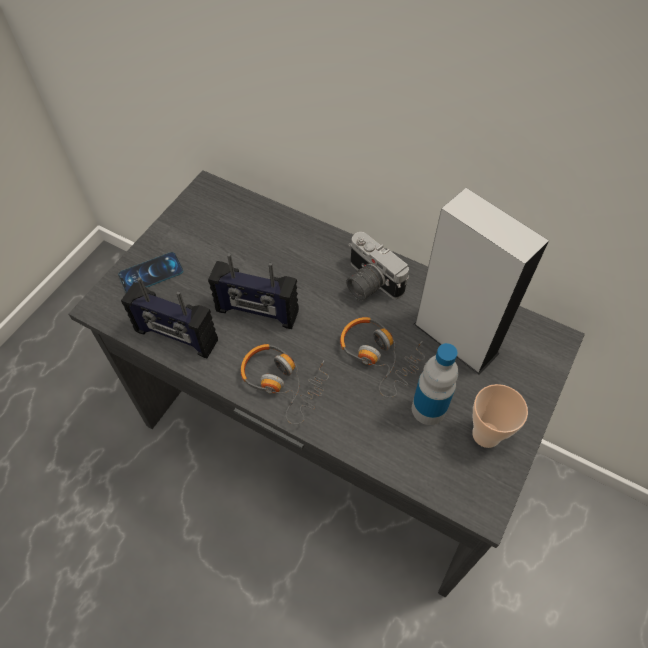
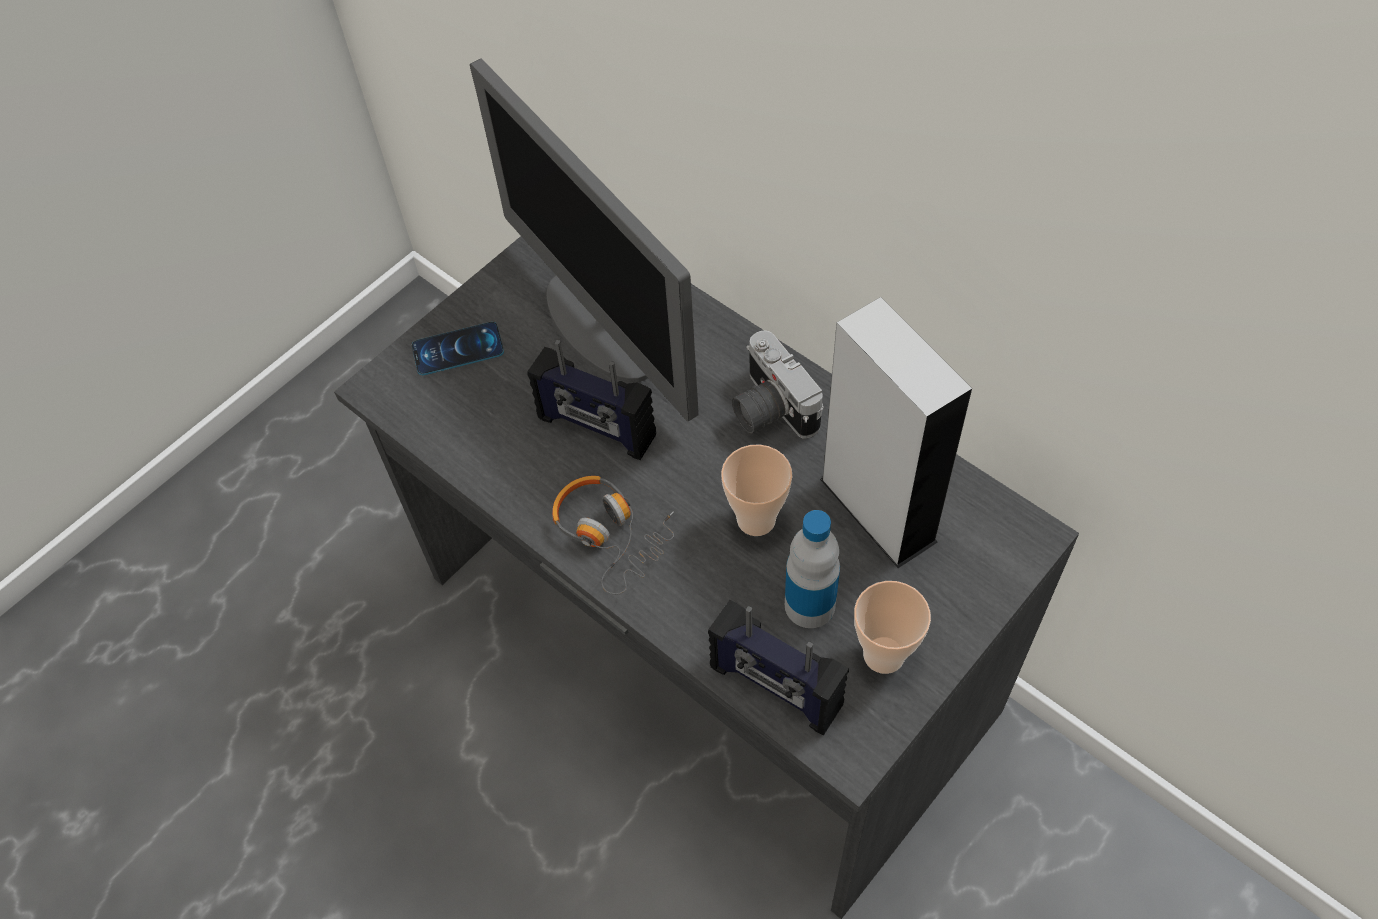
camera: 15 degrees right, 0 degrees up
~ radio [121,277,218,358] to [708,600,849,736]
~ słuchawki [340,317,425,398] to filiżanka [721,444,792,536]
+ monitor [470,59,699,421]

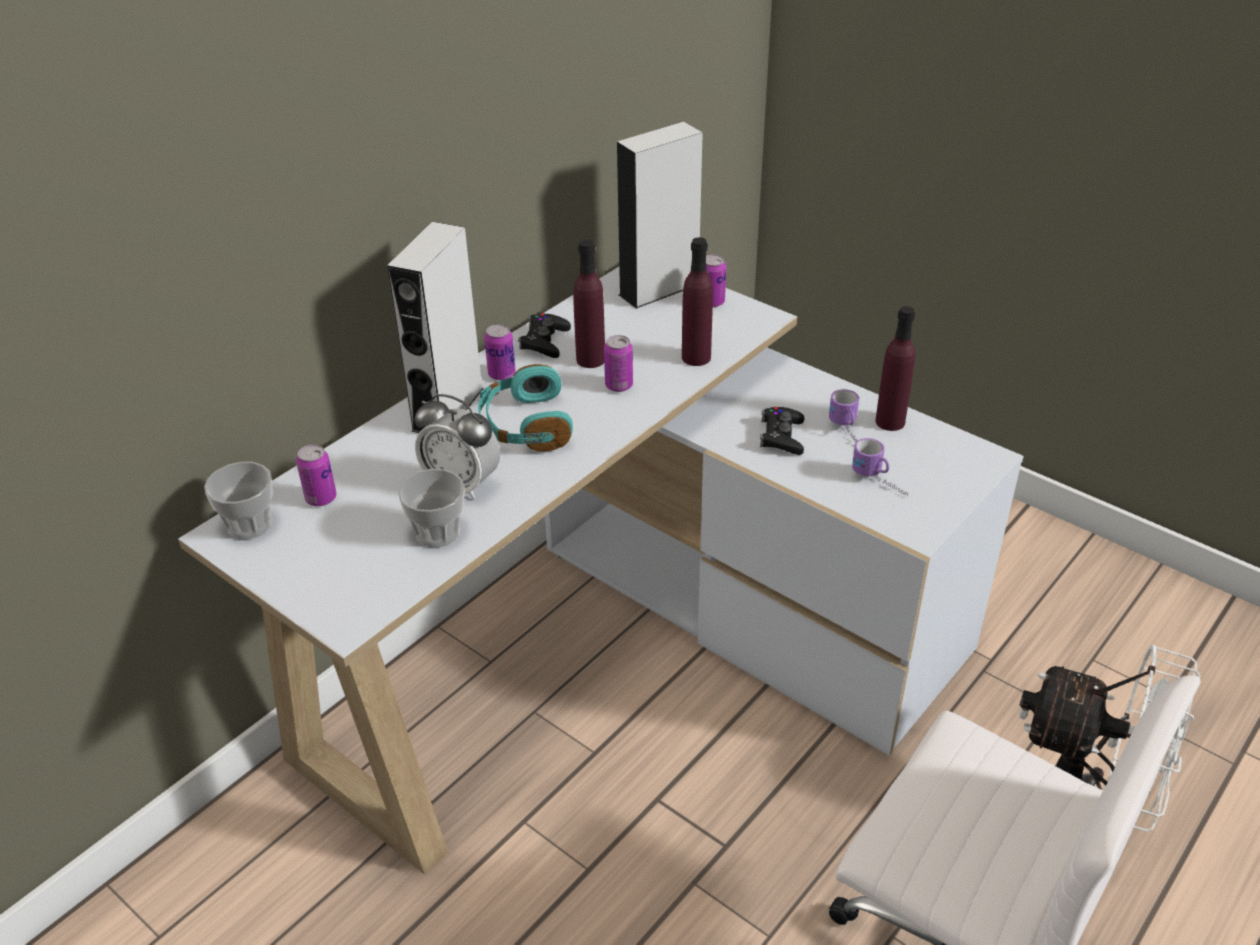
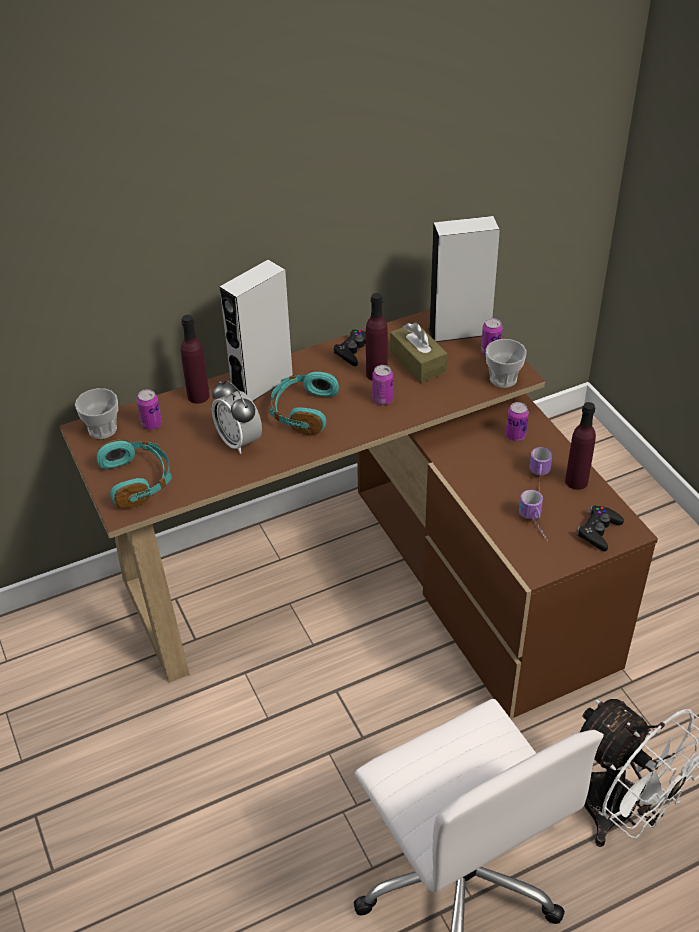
camera: 25 degrees right, 5 degrees up
~ butelka/fioletowy [682,237,713,366] to [181,315,210,404]
~ biurko/biały [178,267,1024,875] to biurko/brązowy [60,309,658,720]
~ puszka [484,324,516,380] to [506,402,529,441]
~ pad do gier/czarny [760,407,804,455] to [577,506,624,551]
~ filiżanka [398,469,465,548] to [486,339,527,388]
+ pudełko chusteczek/brązowy [390,322,448,383]
+ słuchawki/turkusowy [97,439,172,509]

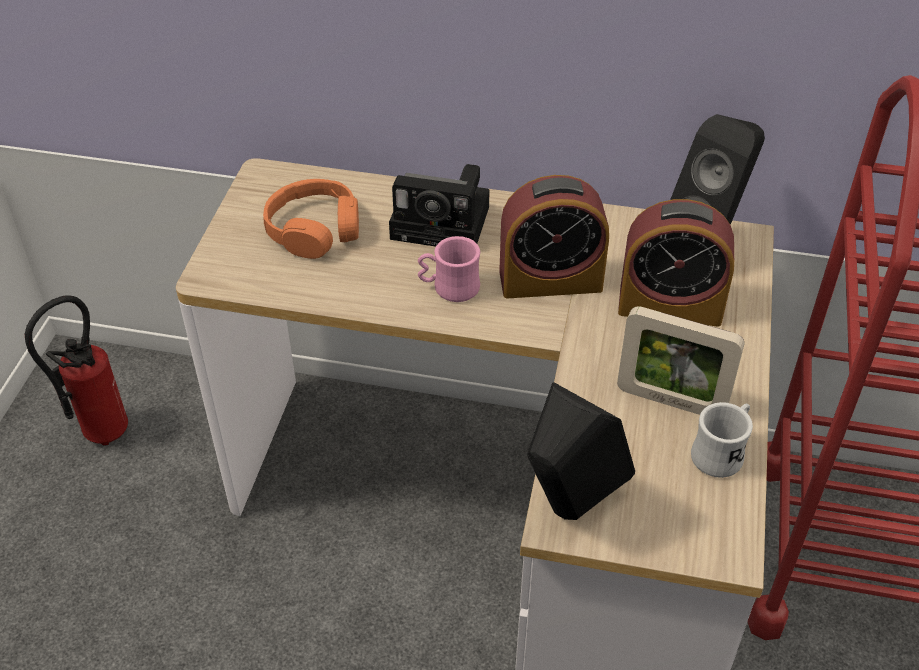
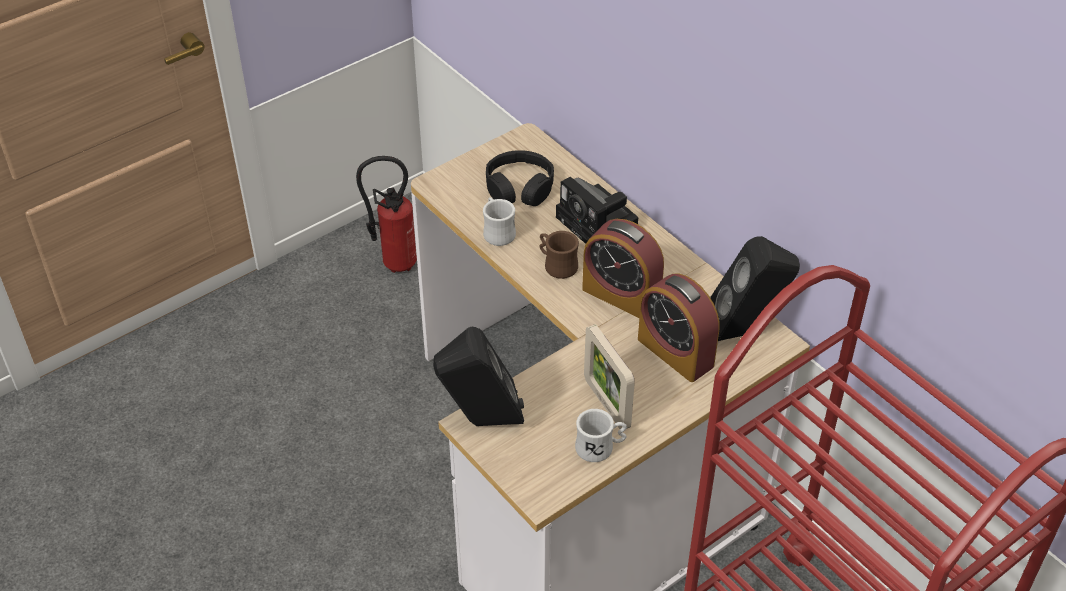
camera: 40 degrees right, 0 degrees up
~ słuchawki/pomarańczowy [263,179,359,259] to słuchawki/czarny [486,150,554,206]
~ kubek/różowy [418,236,480,302] to kubek/brązowy [539,231,579,279]
+ kubek/biały [483,197,516,246]

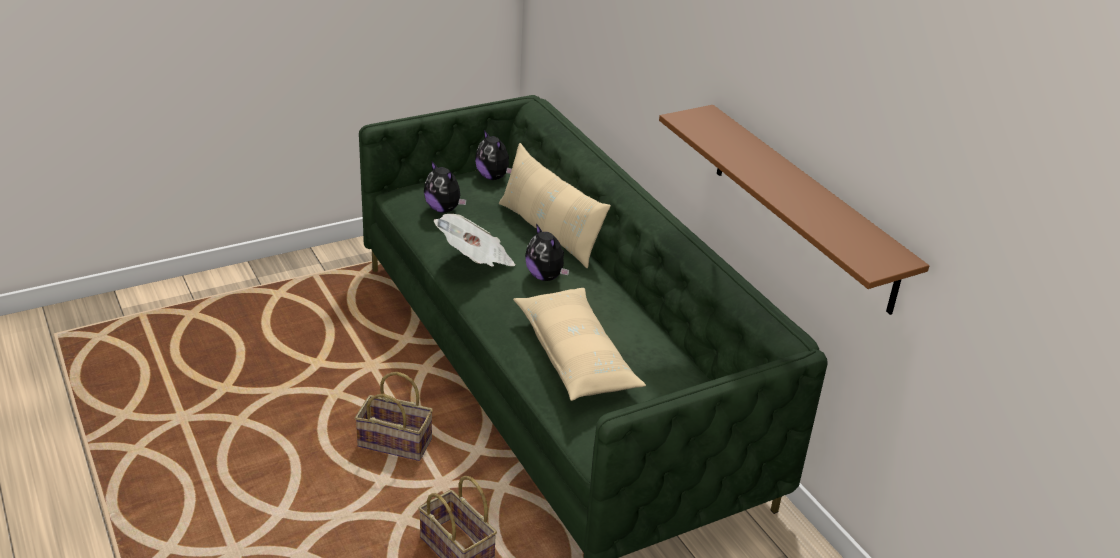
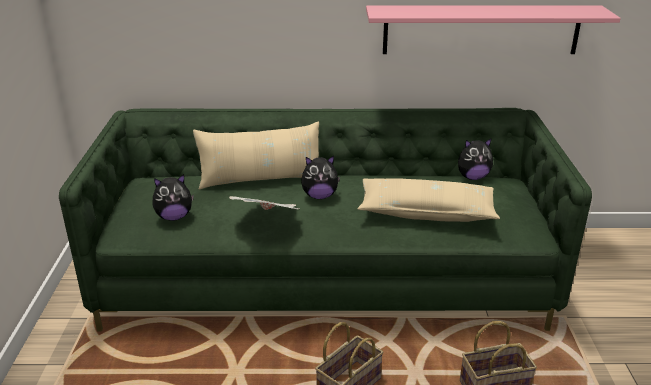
camera: 60 degrees left, 5 degrees down
~ półka/brązowy [659,105,929,315] to półka/różowy [366,5,621,54]
~ pluszak [475,130,512,180] to [458,138,493,180]

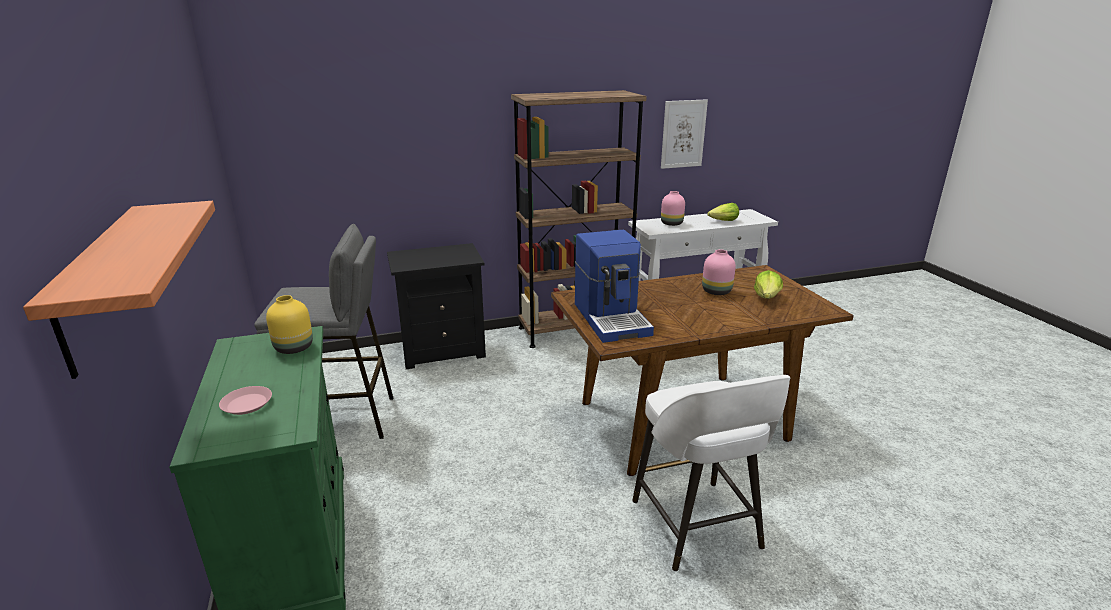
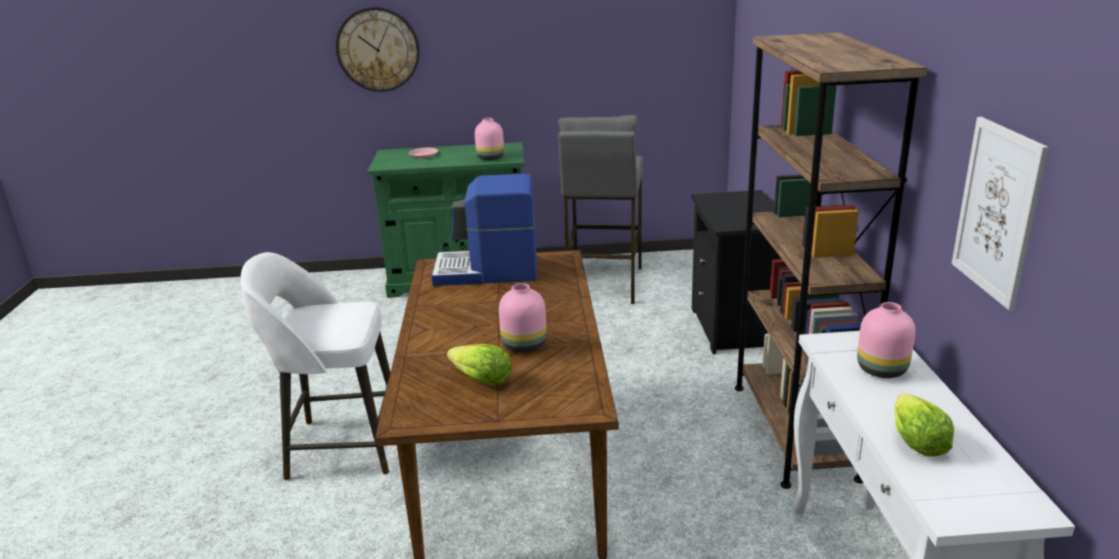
camera: 105 degrees right, 0 degrees up
~ półka [23,201,215,379] to zegar ścienny [336,7,420,92]
~ wazon/żółty [266,295,313,354] to wazon/różowy [475,118,504,160]

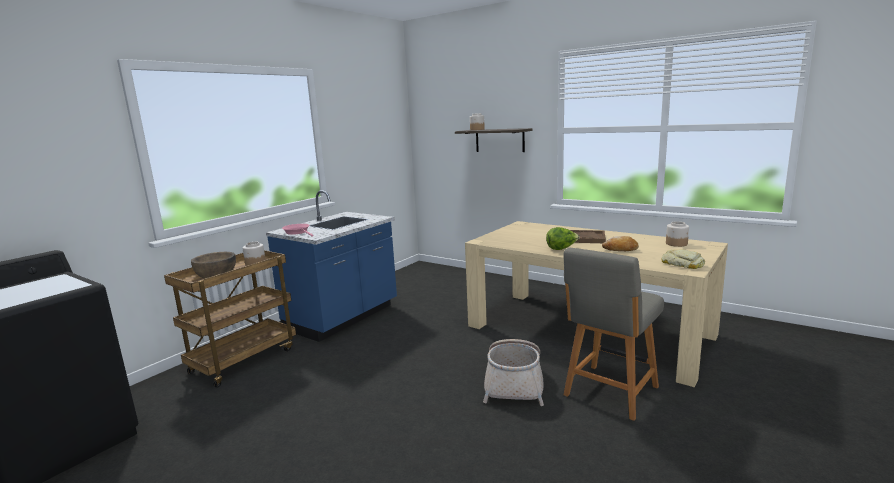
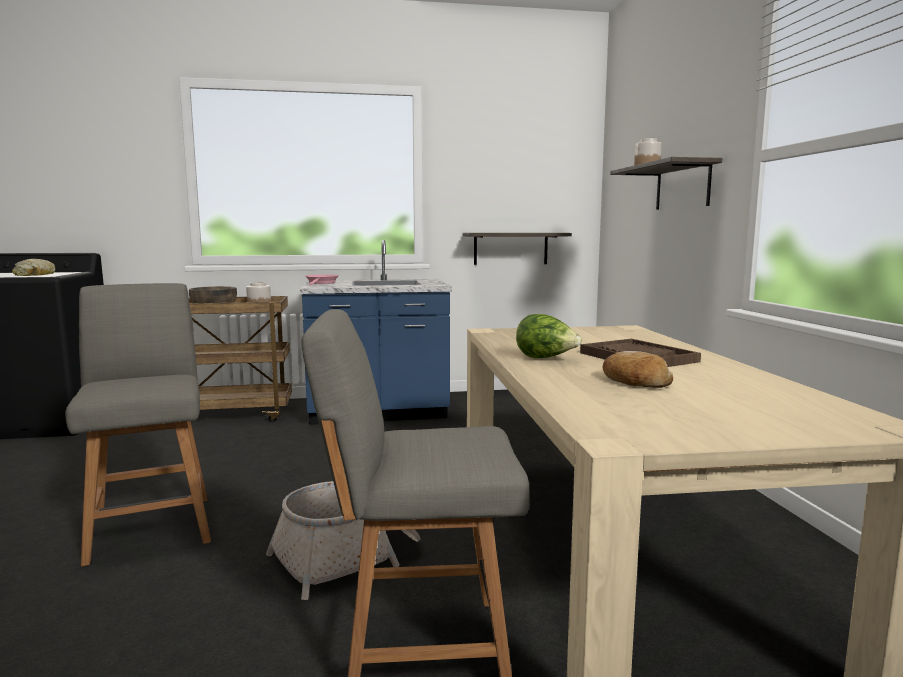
camera: 45 degrees right, 5 degrees down
- słoik [666,221,689,247]
~ chleb [661,250,705,269] to [12,259,55,276]
+ półka [462,233,572,265]
+ krzesło/szary [65,283,211,566]

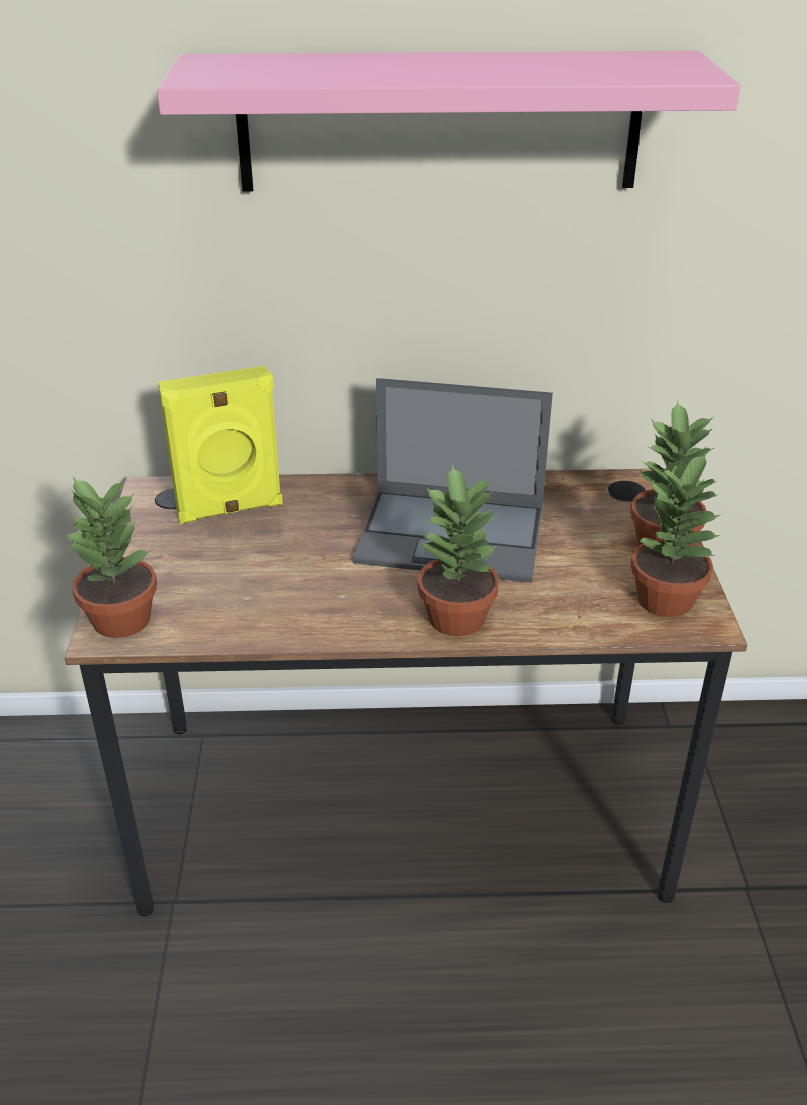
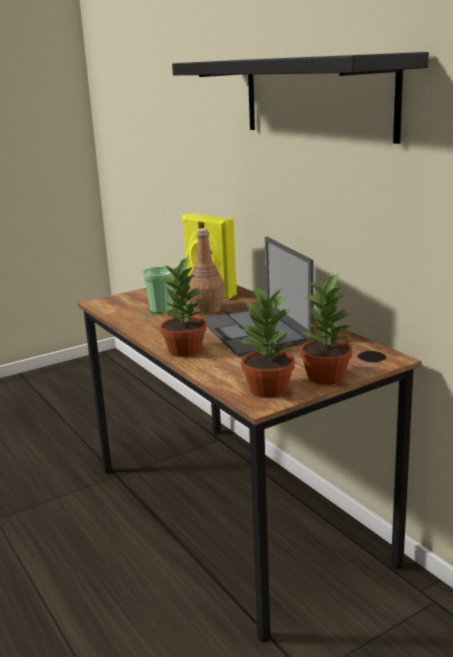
camera: 60 degrees right, 15 degrees down
~ półka/różowy [157,51,741,192] to półka/czarny [172,52,429,144]
- roślina doniczkowa [64,477,157,638]
+ butelka/brązowy [187,228,225,314]
+ filiżanka [141,266,174,314]

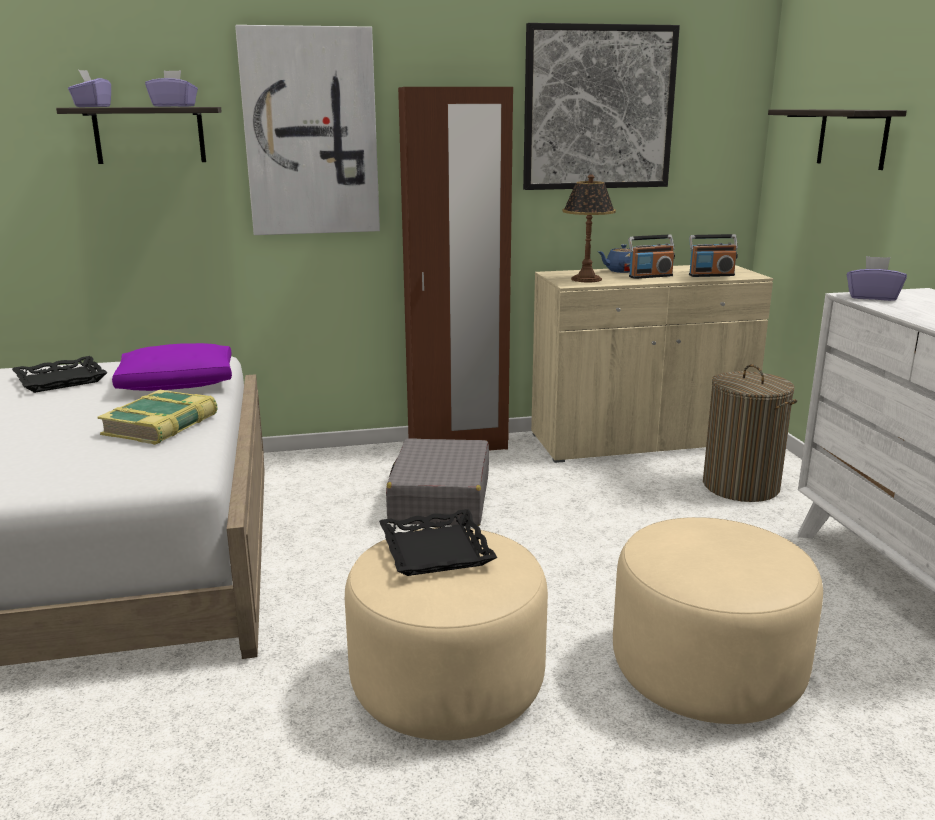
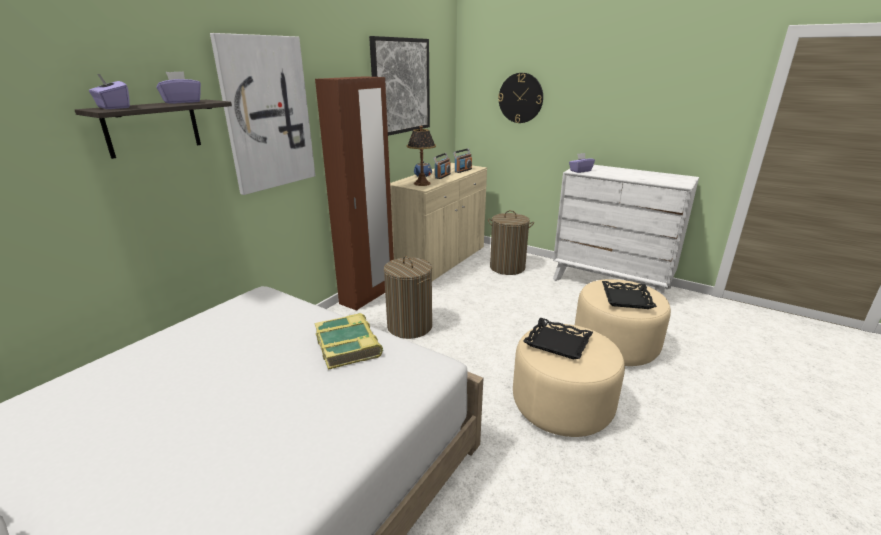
camera: 45 degrees left, 5 degrees up
~ półka [768,109,907,170] to zegar ścienny [498,73,543,123]
- poduszka/fioletowy [112,343,232,391]
~ taca/czarny [12,356,107,393] to [602,281,657,309]
~ walizka/szary [386,438,489,526] to kosz na pranie [384,256,432,339]

